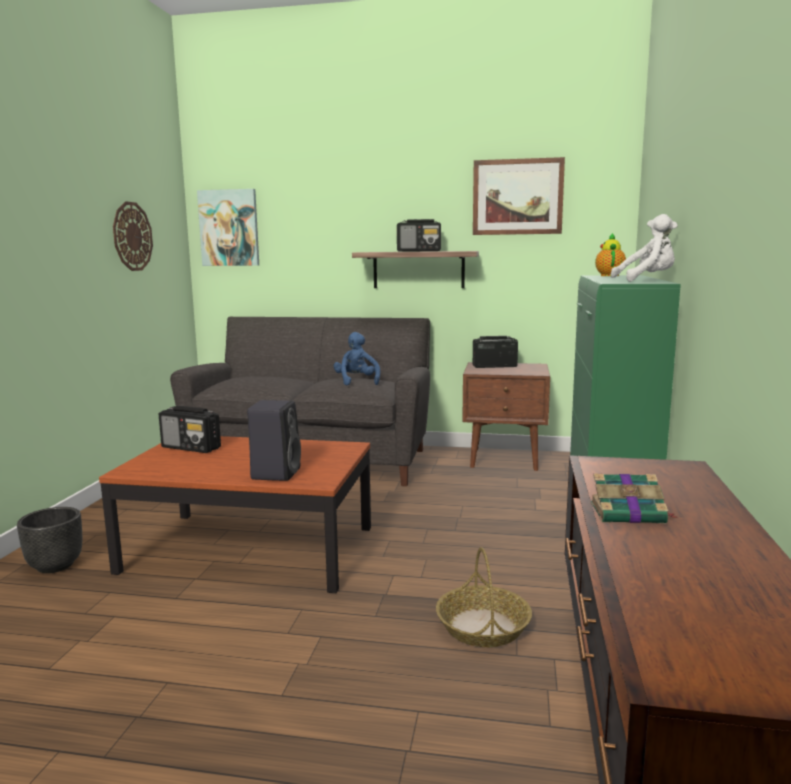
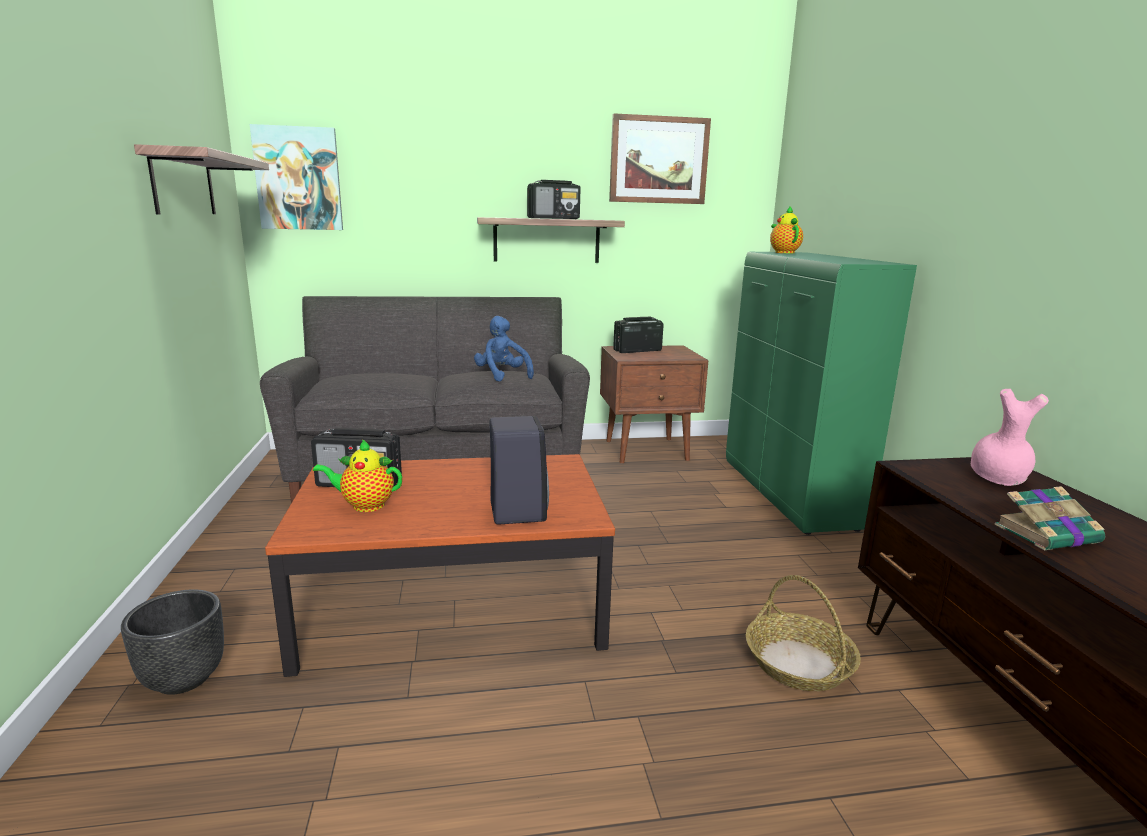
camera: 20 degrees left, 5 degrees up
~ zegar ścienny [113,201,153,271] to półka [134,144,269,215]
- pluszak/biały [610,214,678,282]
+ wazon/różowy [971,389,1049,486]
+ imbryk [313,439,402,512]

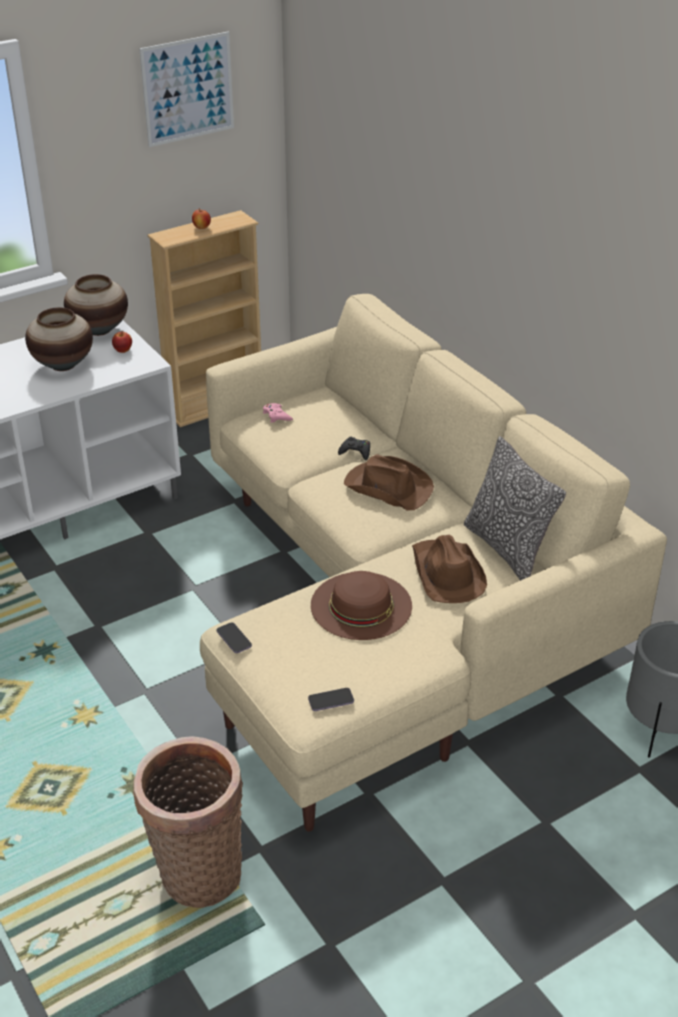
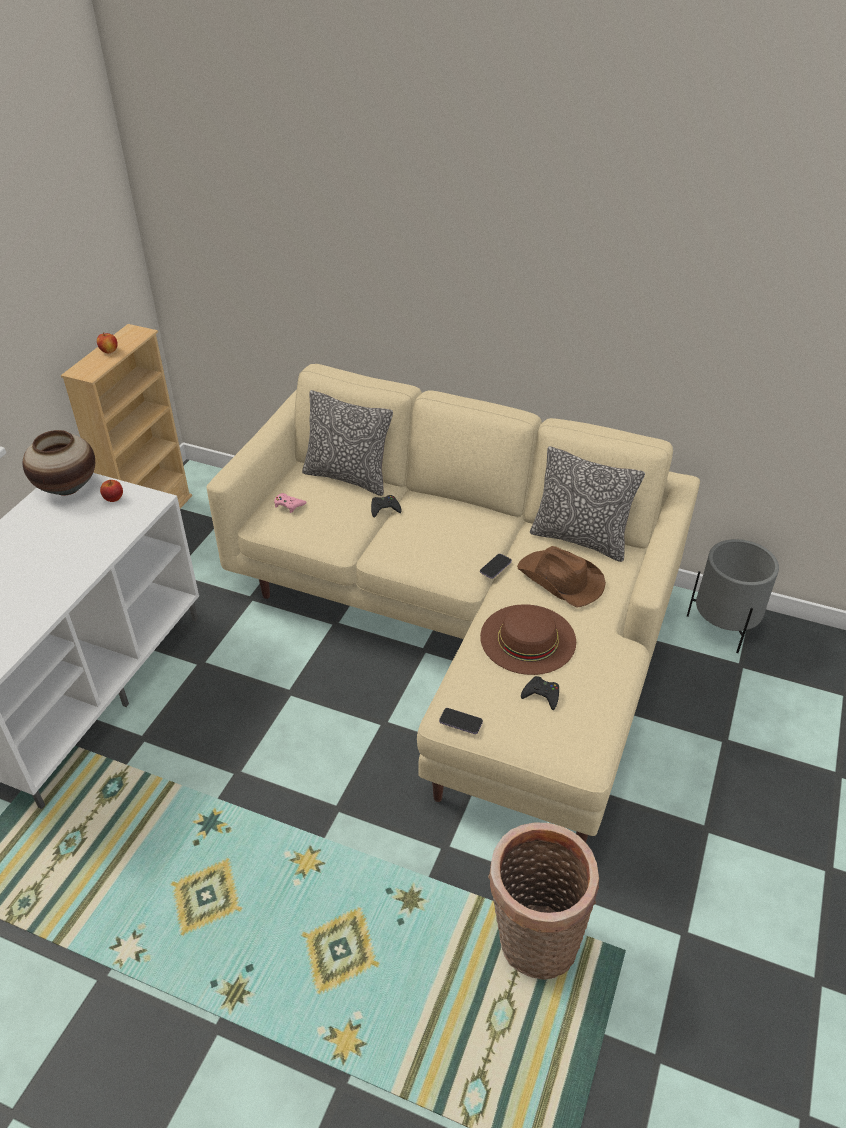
camera: 35 degrees left, 5 degrees up
- obraz [139,32,234,147]
- wazon [25,307,93,371]
- kapelusz/brązowy [344,454,434,511]
~ telefon [308,688,354,711] to [480,554,512,579]
+ poduszka [302,390,393,496]
+ pad do gier/czarny [521,676,559,710]

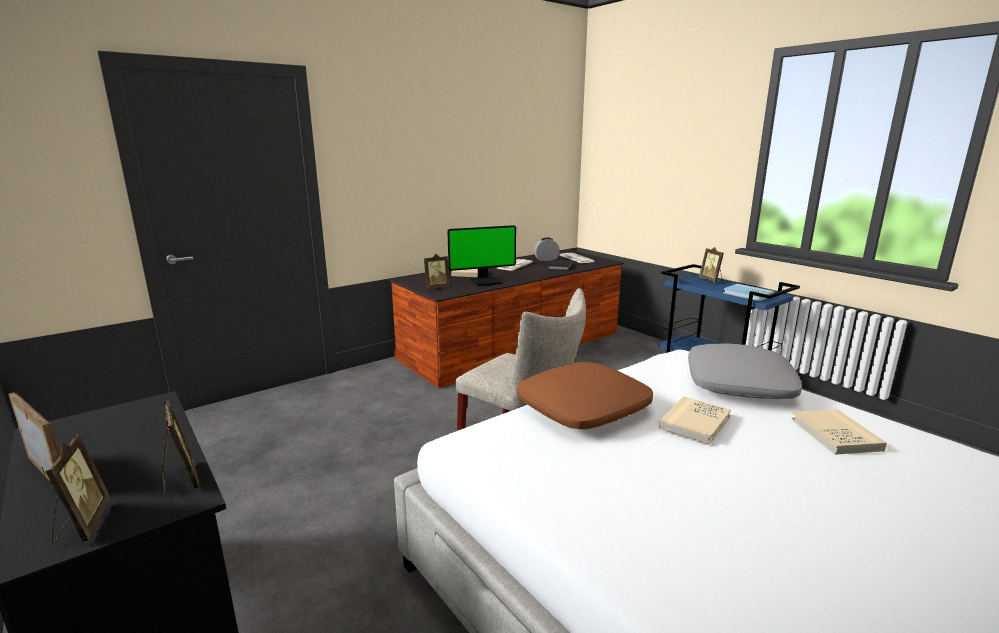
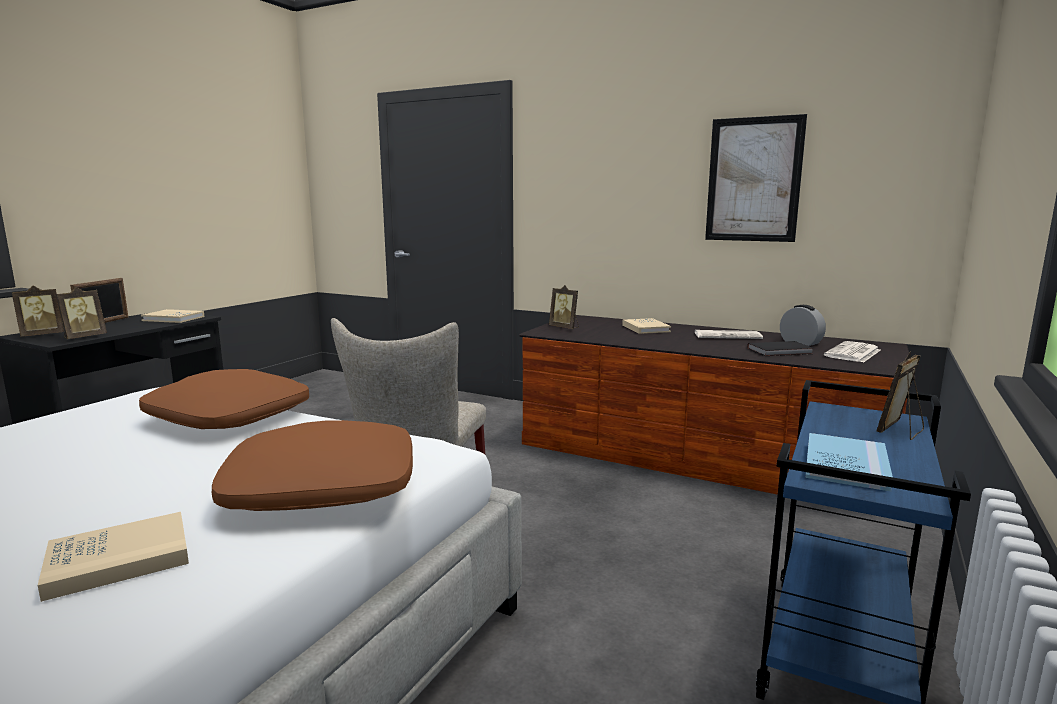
camera: 65 degrees right, 5 degrees down
- monitor [447,225,516,286]
~ poduszka/szary [688,344,802,399] to poduszka/brązowy [212,420,413,511]
~ książka/beżowy [659,396,731,444] to [141,309,204,323]
+ obraz [705,114,807,242]

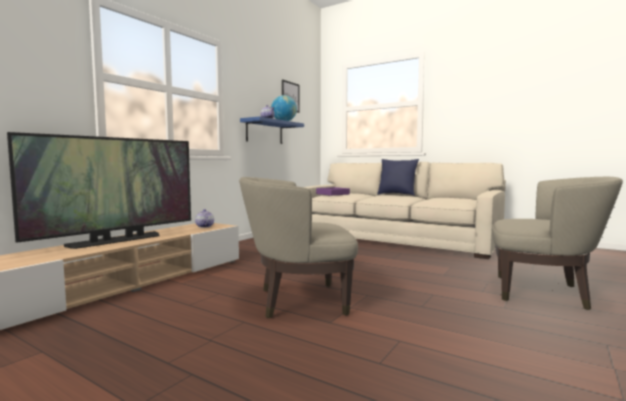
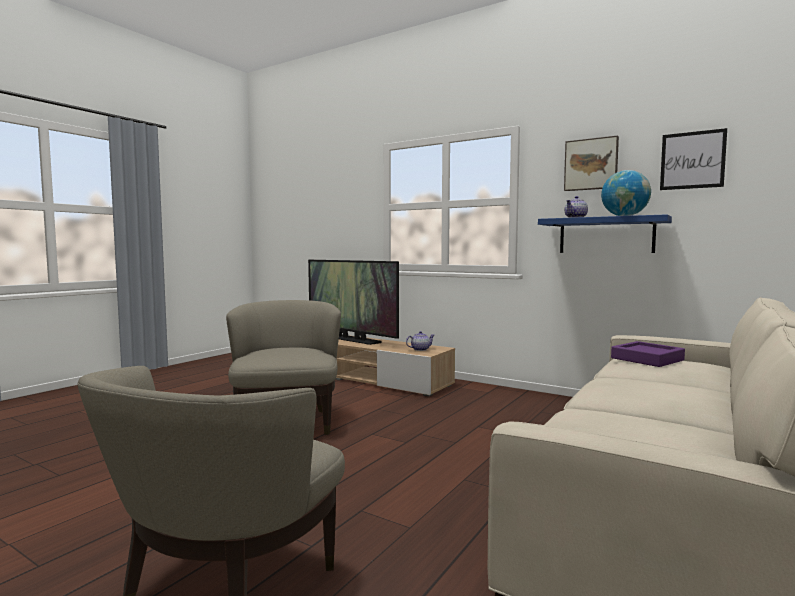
camera: 90 degrees right, 0 degrees up
- poduszka/niebieski [377,159,419,196]
+ obraz [564,135,619,191]

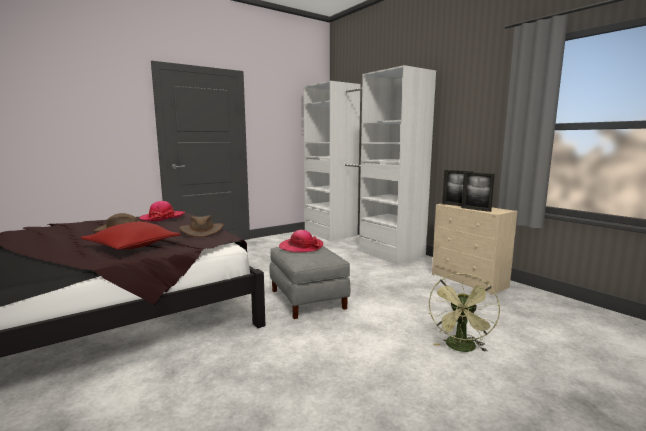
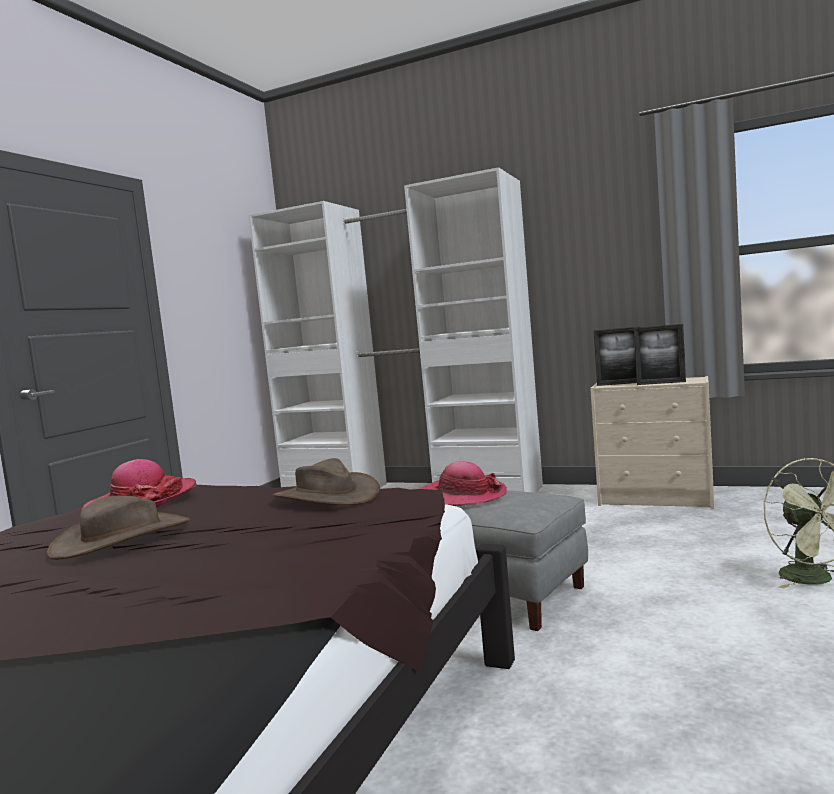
camera: 30 degrees left, 5 degrees down
- poduszka/czerwony [81,222,181,250]

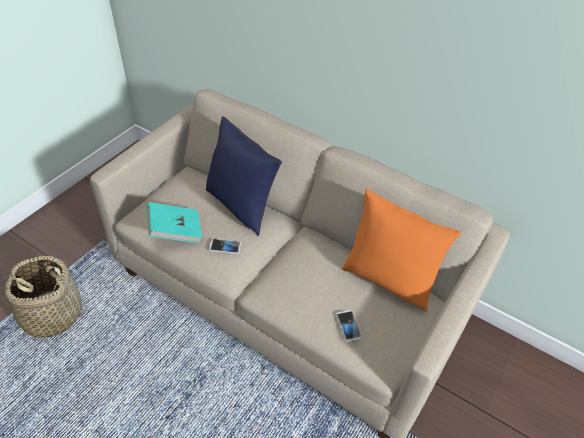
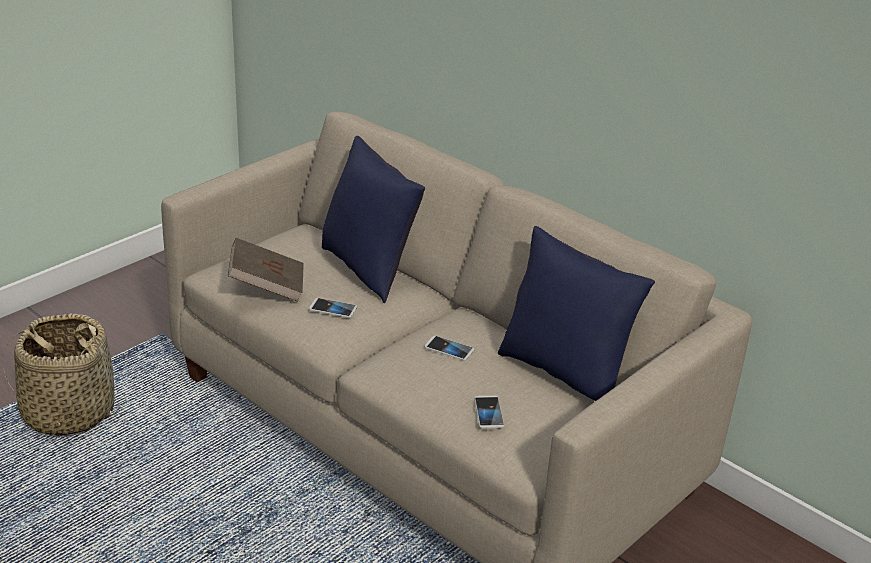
camera: 10 degrees right, 15 degrees down
~ poduszka/pomarańczowy [342,189,461,312] to poduszka/niebieski [498,226,655,401]
~ książka/turkusowy [147,202,202,243] to książka/brązowy [228,238,304,302]
+ telefon [425,336,474,361]

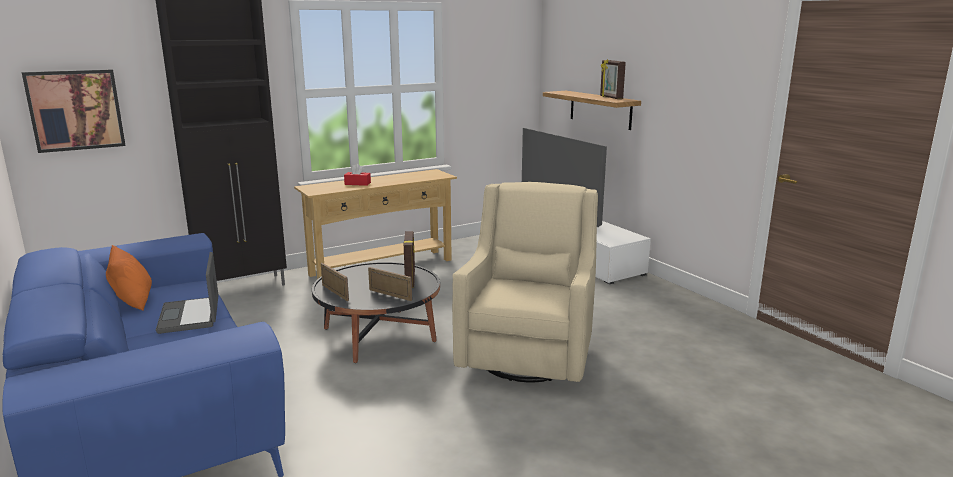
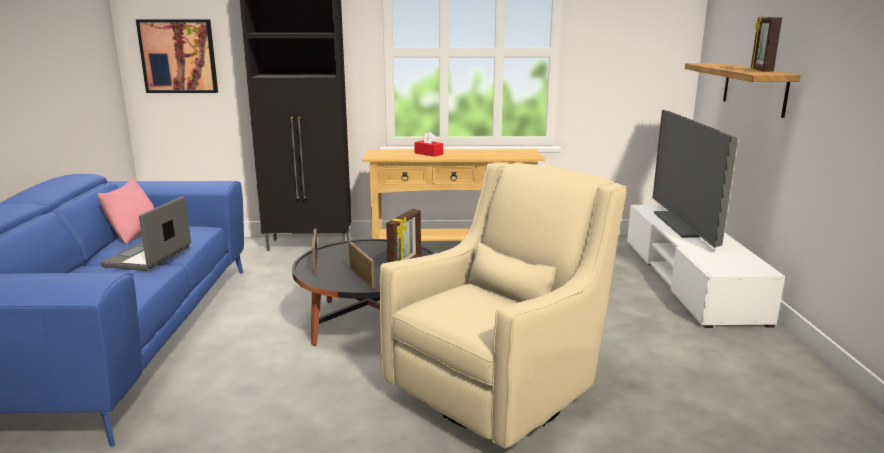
camera: 30 degrees right, 0 degrees up
~ poduszka/pomarańczowy [106,245,152,311] to poduszka/różowy [98,178,154,244]

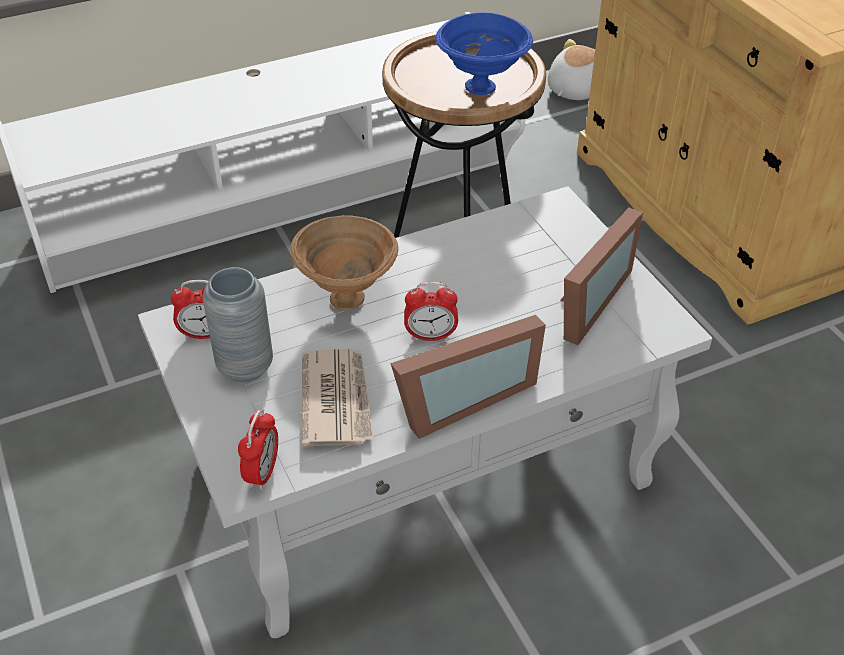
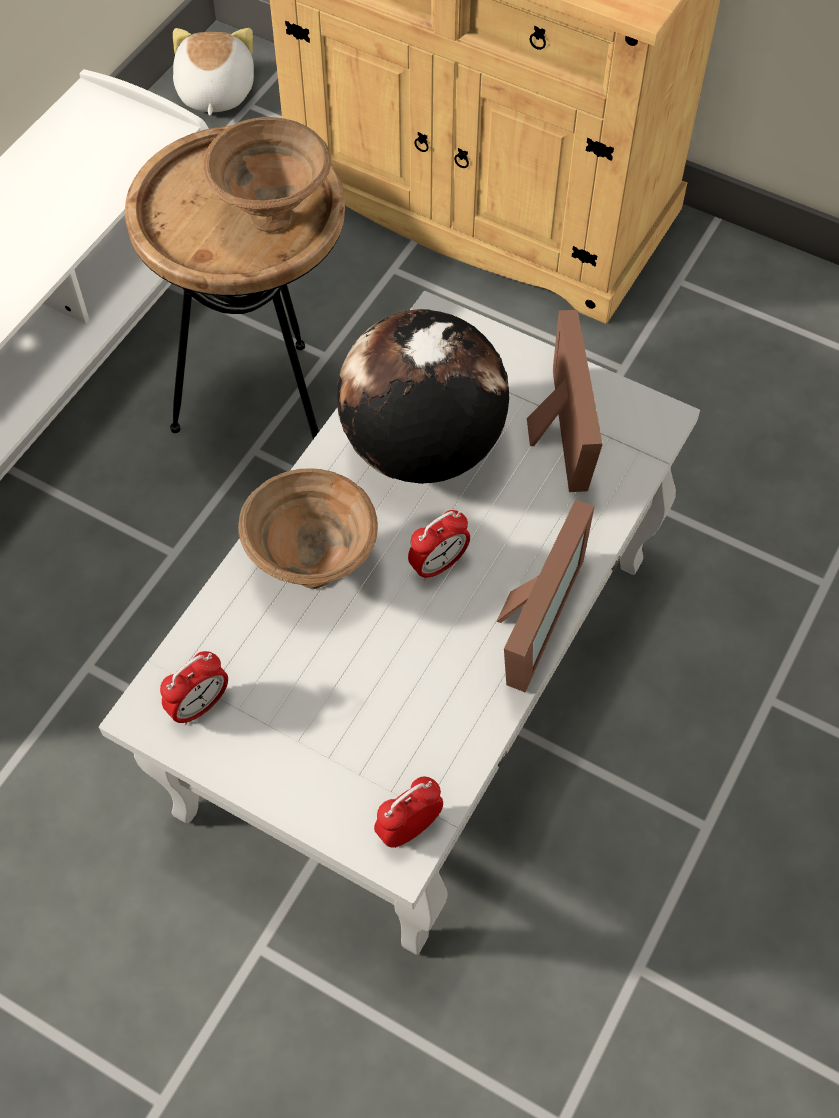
camera: 35 degrees left, 15 degrees up
~ miska/niebieski [436,12,533,95] to miska/brązowy [202,117,331,233]
- wazon/szary [203,267,273,382]
- gazeta [302,349,374,447]
~ budzik [238,409,278,490] = [374,777,443,848] 105 degrees counterclockwise
+ globus [337,309,509,484]

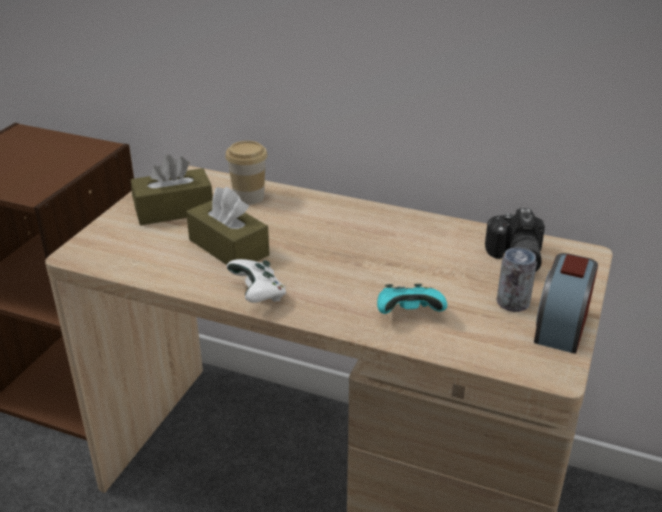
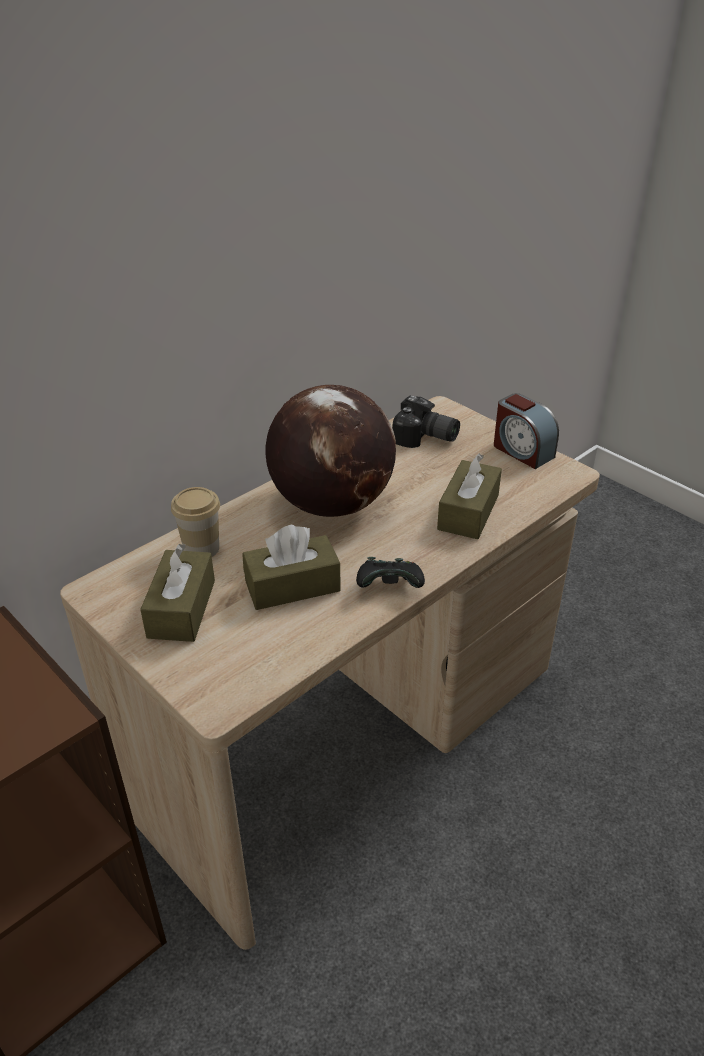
camera: 65 degrees left, 5 degrees up
- puszka [497,247,537,312]
~ pad do gier/biały [226,259,286,303] to pad do gier/czarny [356,557,425,588]
~ pad do gier/turkusowy [377,284,447,314] to pudełko chusteczek/brązowy [437,454,502,539]
+ globus [265,385,396,517]

